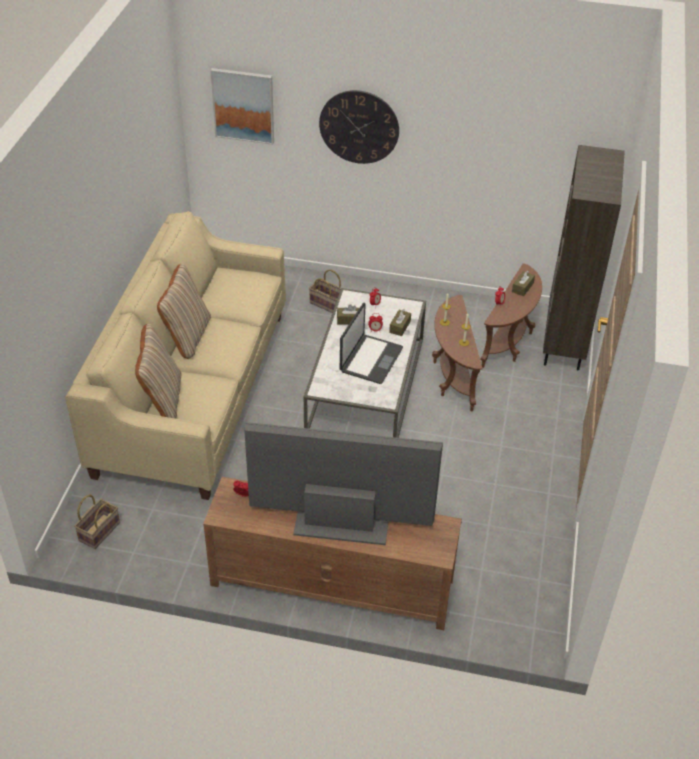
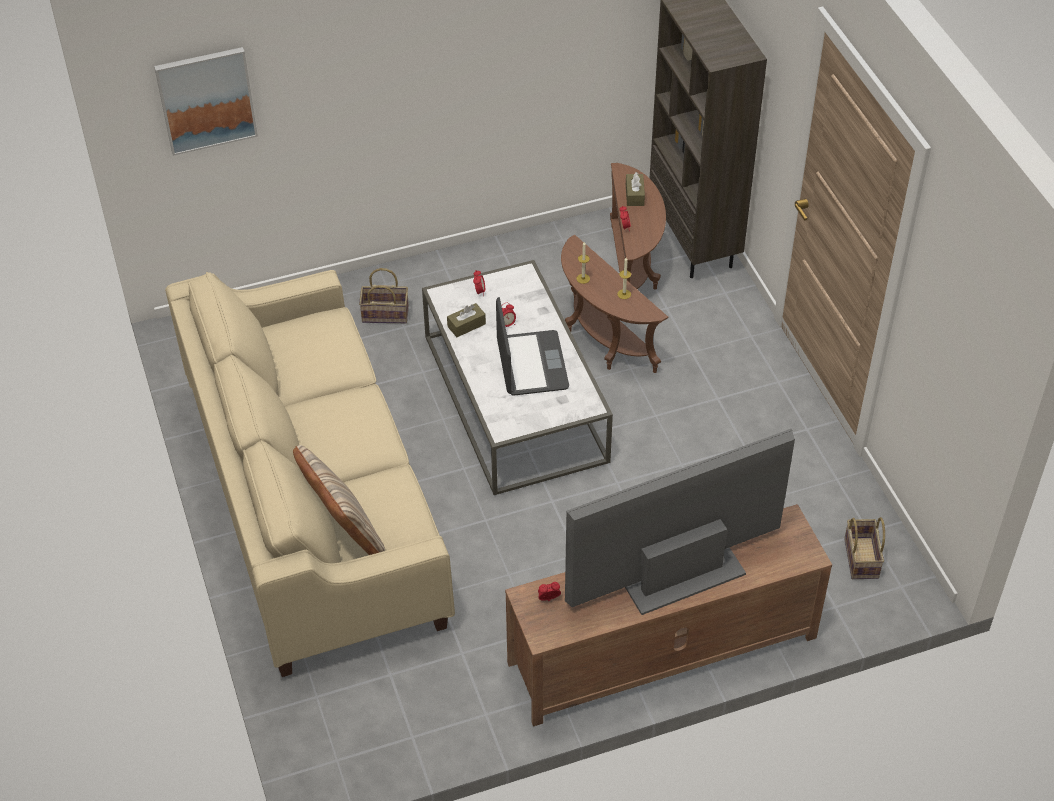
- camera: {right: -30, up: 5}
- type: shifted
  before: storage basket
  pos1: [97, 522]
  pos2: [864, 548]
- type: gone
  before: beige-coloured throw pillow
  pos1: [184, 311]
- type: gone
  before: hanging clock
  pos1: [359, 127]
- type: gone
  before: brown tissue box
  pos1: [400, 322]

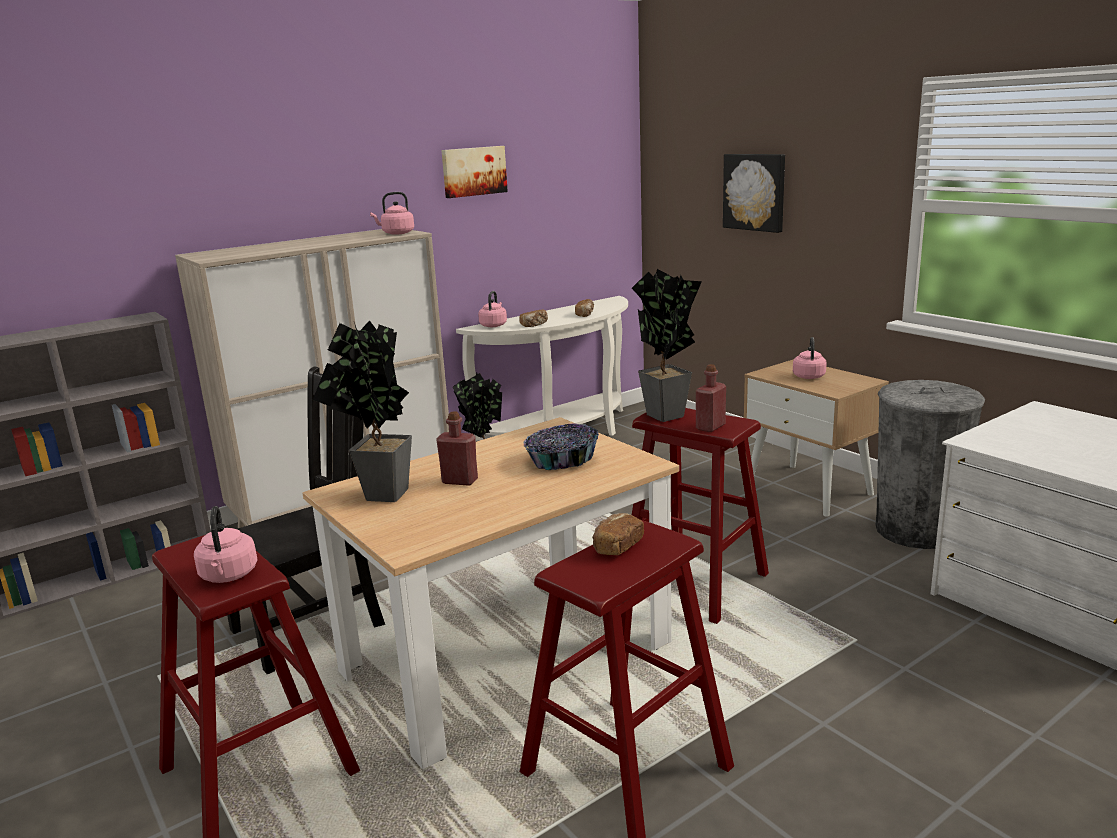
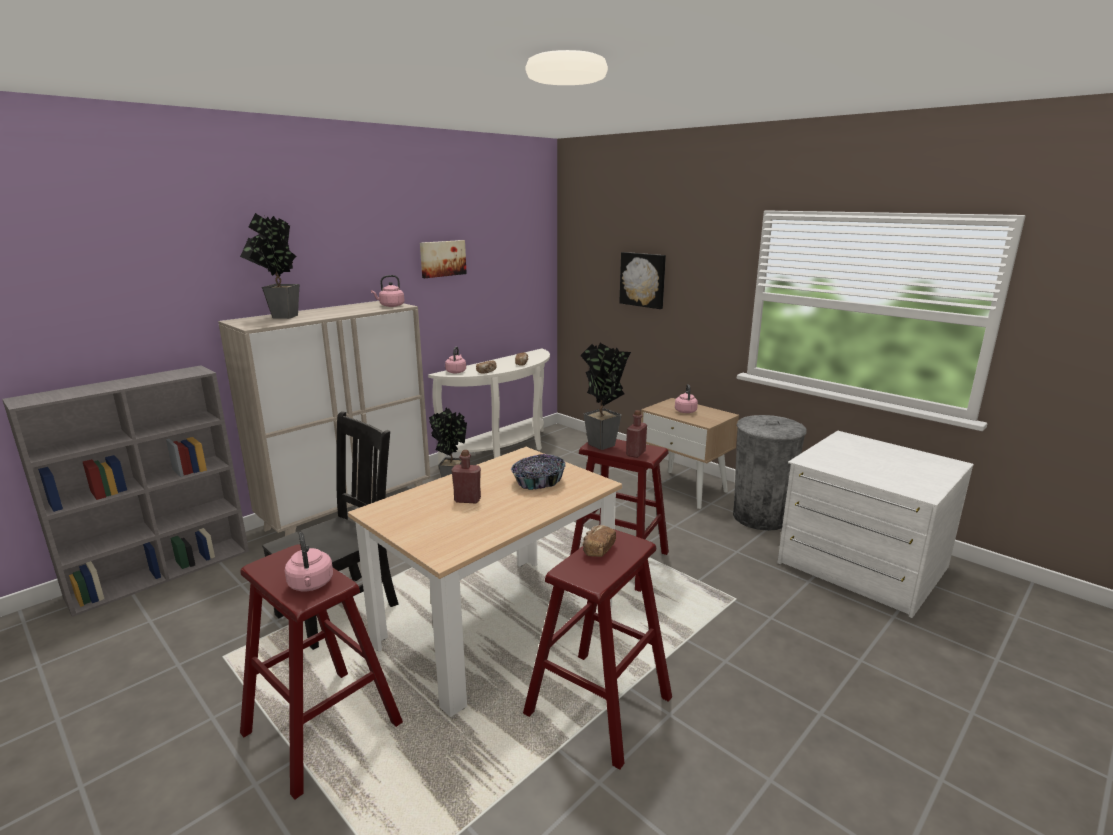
- camera: {right: -10, up: 0}
- type: shifted
  before: potted plant
  pos1: [362, 411]
  pos2: [269, 266]

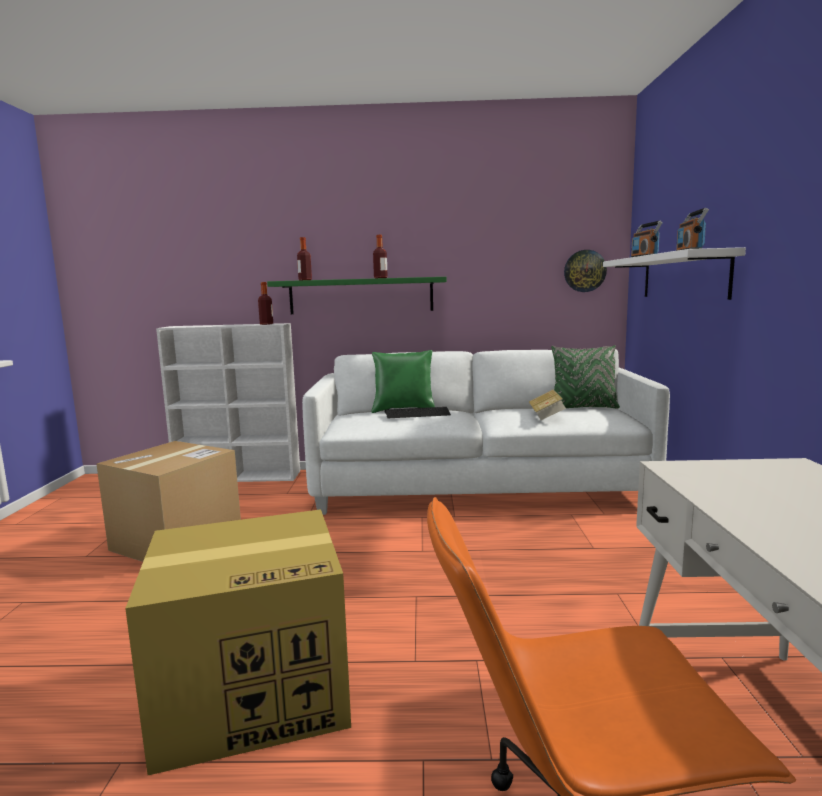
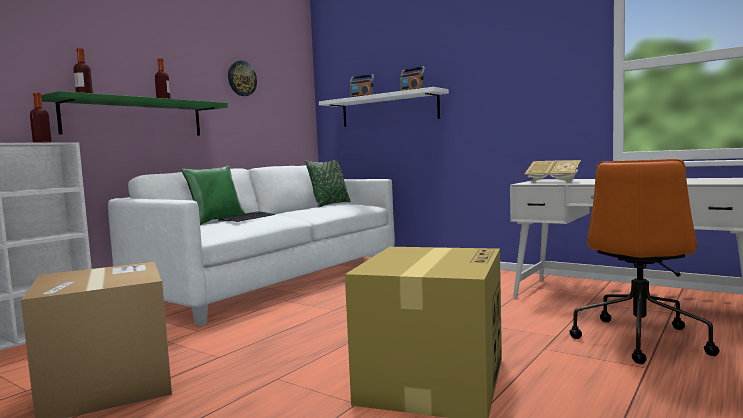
- camera: {right: -55, up: -5}
- type: shifted
  before: hanging clock
  pos1: [585, 271]
  pos2: [242, 78]
- type: shifted
  before: volume
  pos1: [547, 405]
  pos2: [553, 171]

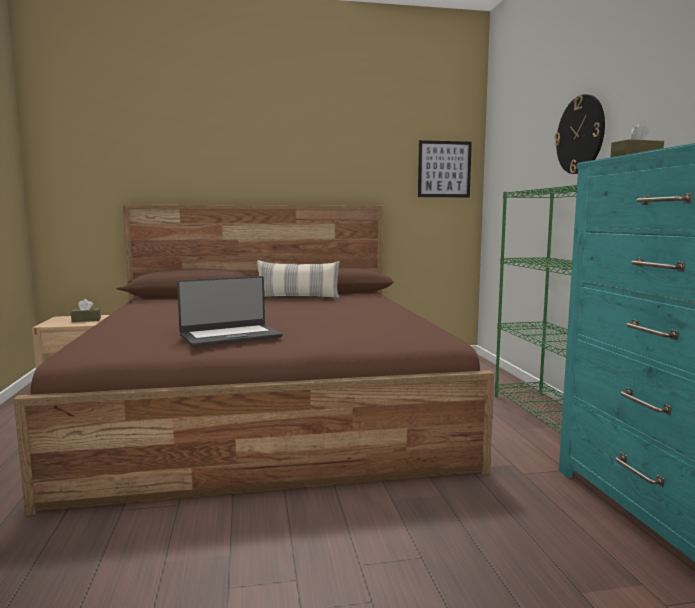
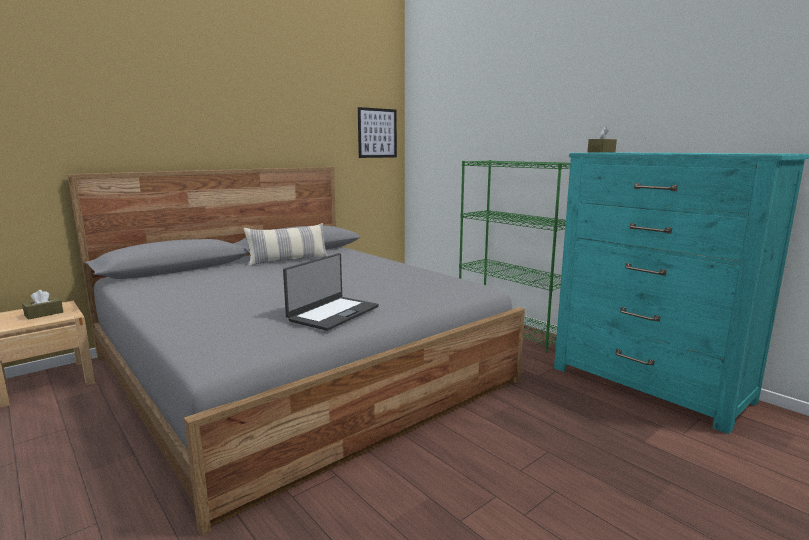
- camera: {right: -30, up: 5}
- type: repainted
  before: brown sleeping bed
  after: grey sleeping bed
  pos1: [254, 360]
  pos2: [296, 351]
- type: gone
  before: hanging clock
  pos1: [579, 134]

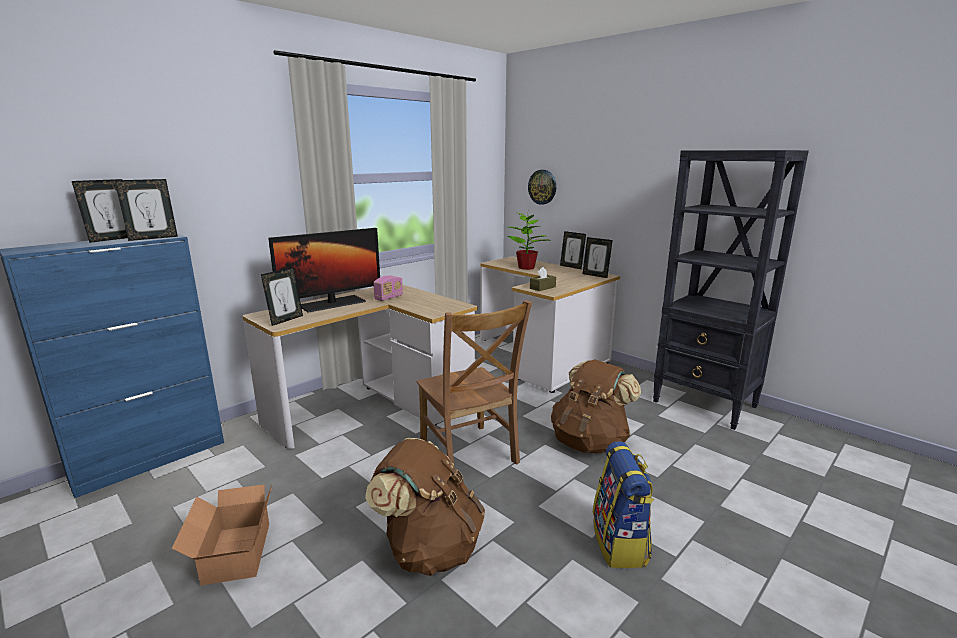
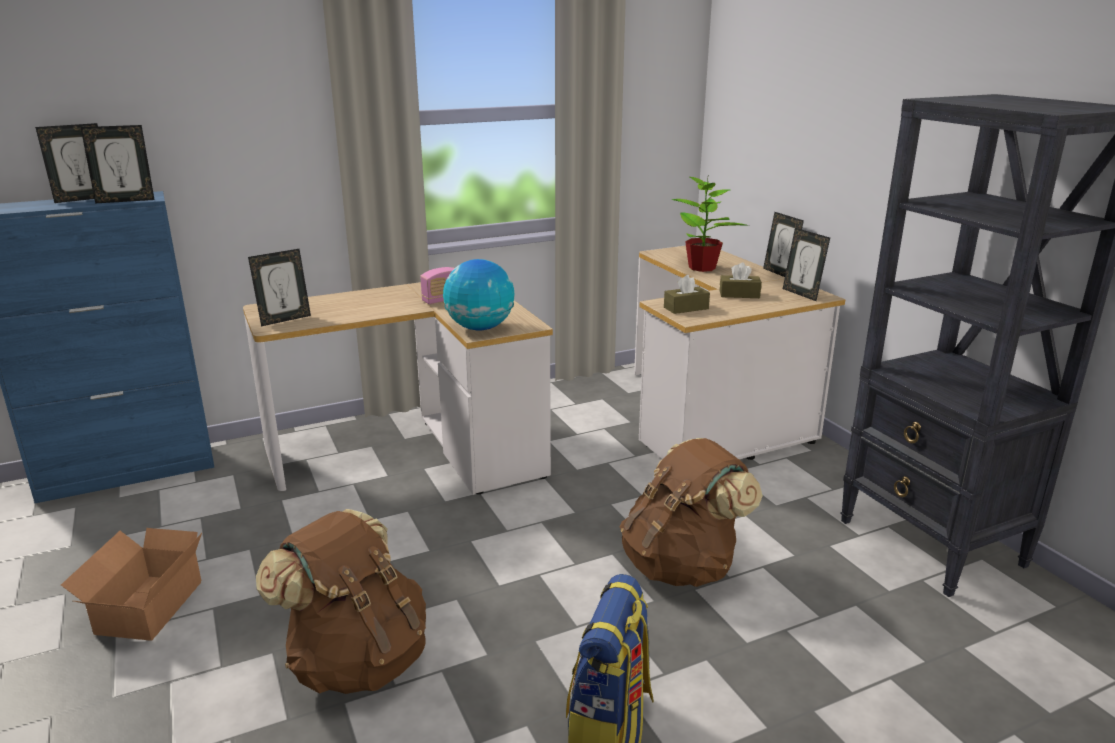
- camera: {right: 20, up: 5}
- type: new
  after: desk globe
  pos2: [478, 295]
- type: new
  after: brown tissue box
  pos2: [741, 280]
- type: gone
  before: computer screen
  pos1: [324, 270]
- type: gone
  before: brown upright chair
  pos1: [474, 382]
- type: gone
  before: hanging clock
  pos1: [542, 187]

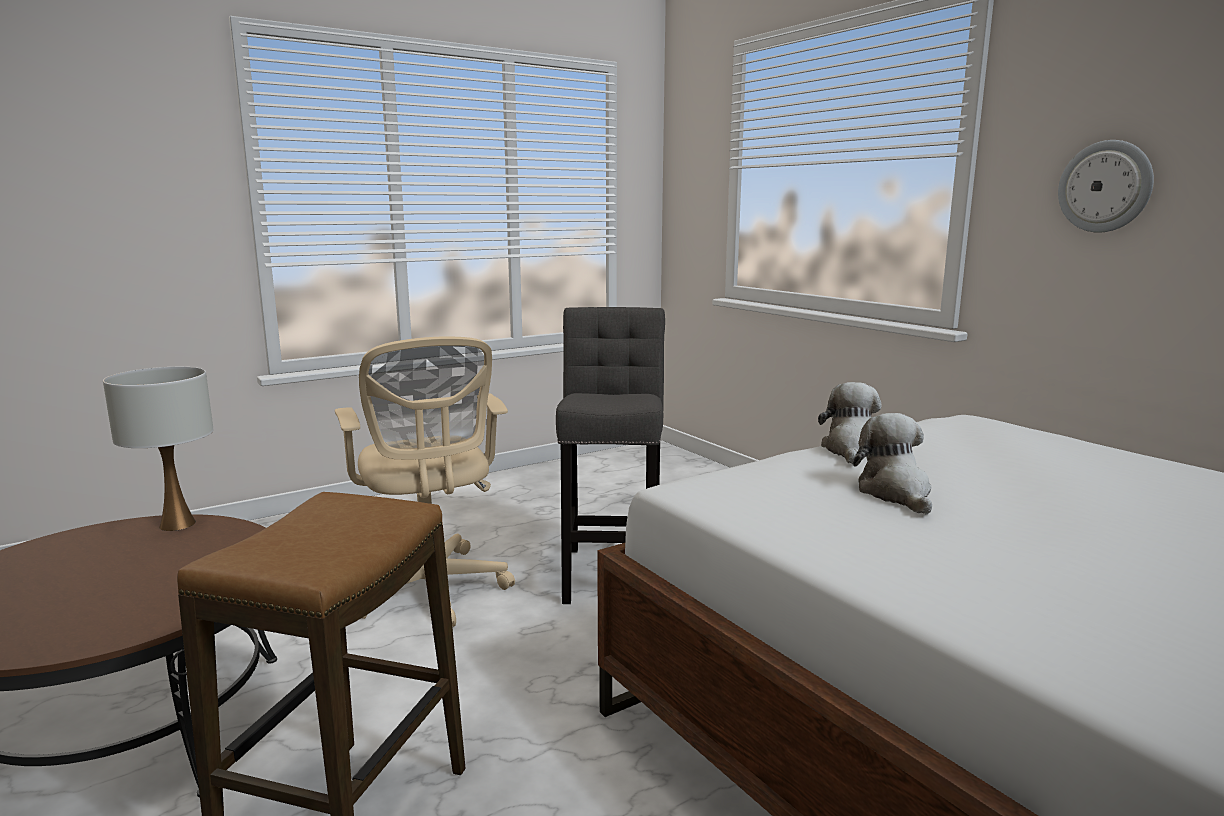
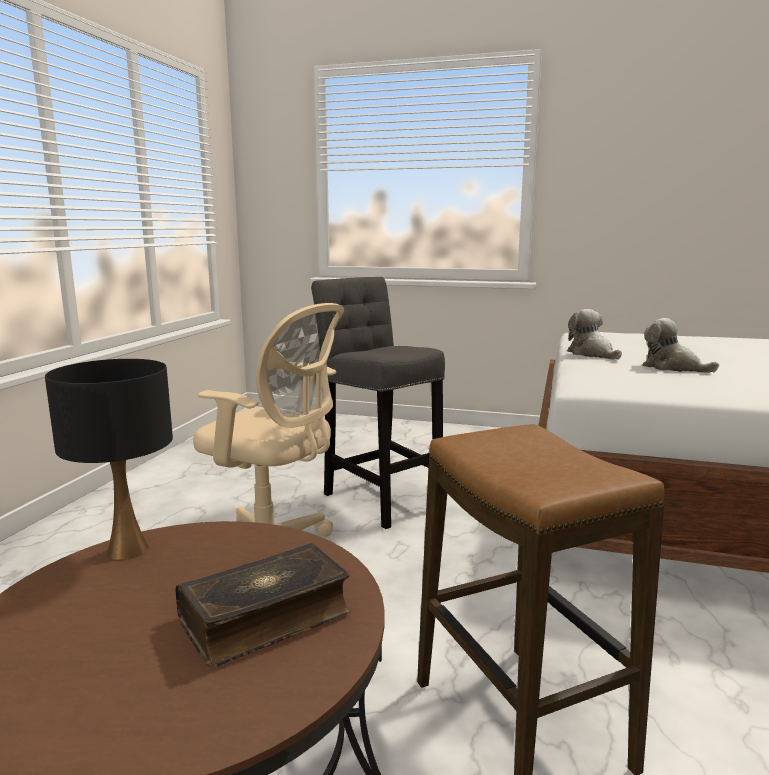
- camera: {right: -40, up: 0}
- type: repainted
  before: whitish tabletop lamp
  after: blackish tabletop lamp
  pos1: [158, 449]
  pos2: [109, 459]
- type: new
  after: volume
  pos2: [263, 605]
- type: gone
  before: hanging clock
  pos1: [1106, 186]

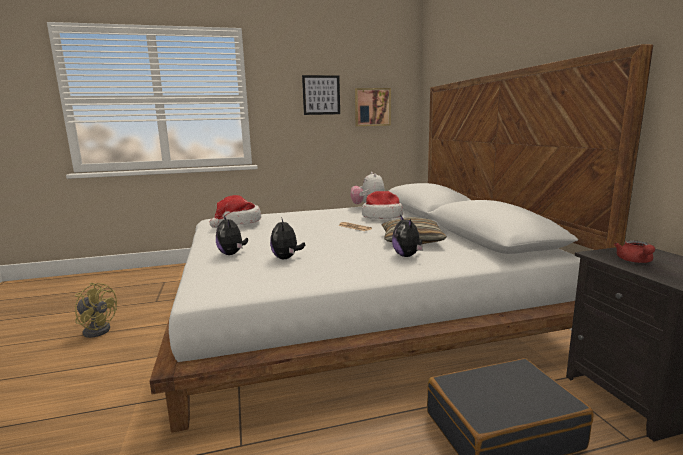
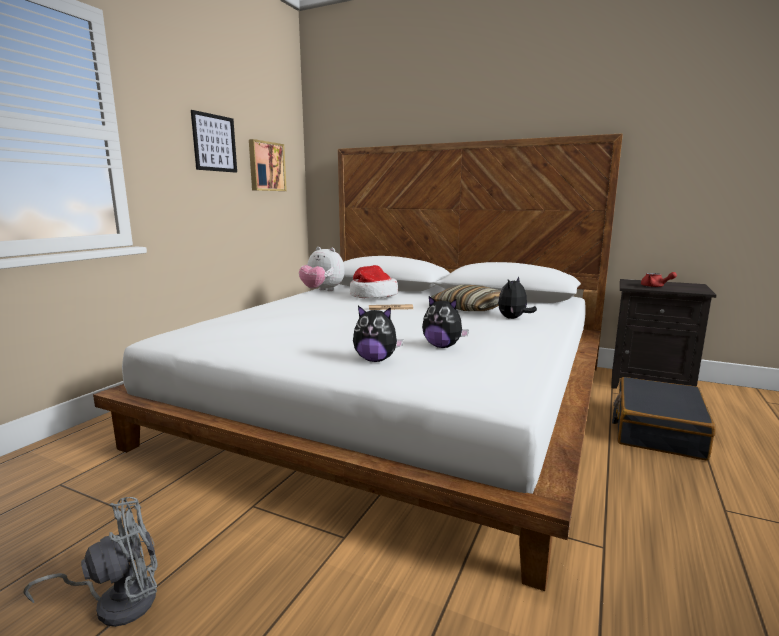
- camera: {right: -50, up: 0}
- type: repainted
  before: yellowish cooling fan
  after: grey cooling fan
  pos1: [96, 310]
  pos2: [90, 562]
- type: rotated
  before: soft toy
  pos1: [407, 236]
  pos2: [517, 297]
  turn: 105
- type: gone
  before: wearable hat
  pos1: [235, 211]

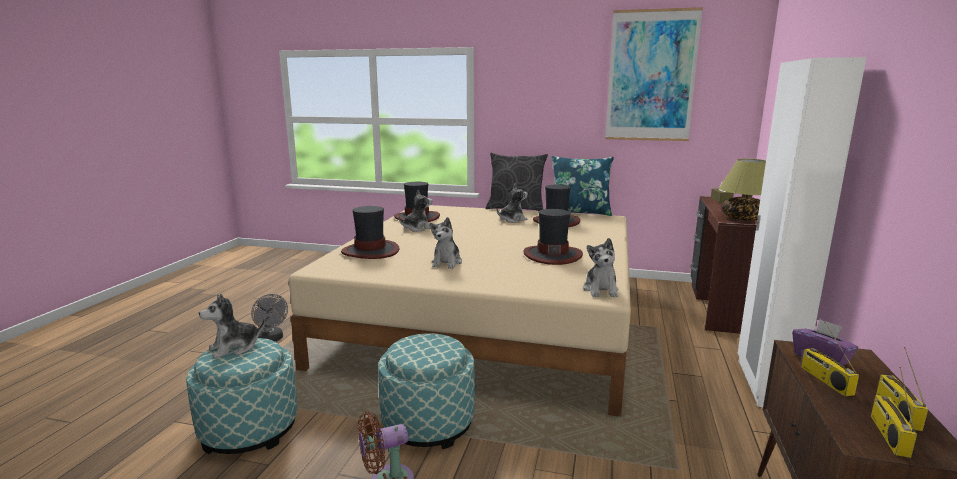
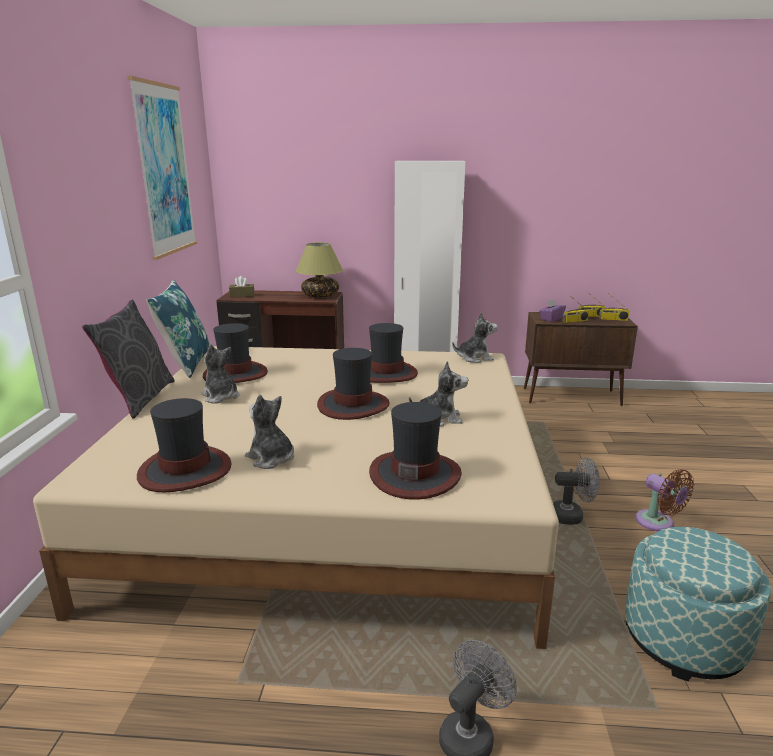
- camera: {right: -100, up: 5}
- type: new
  after: wearable hat
  pos2: [353, 384]
- type: swapped
  before: footrest
  after: grey cooling fan
  pos1: [426, 391]
  pos2: [576, 491]
- type: gone
  before: soft toy
  pos1: [232, 326]

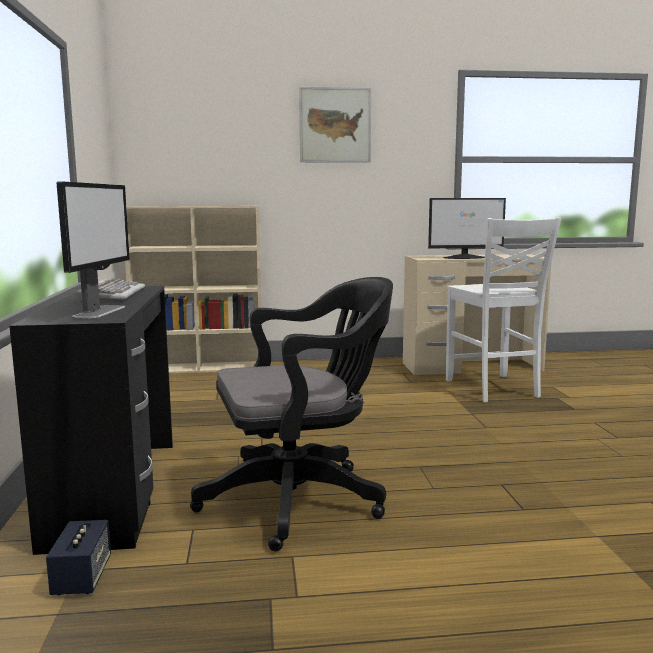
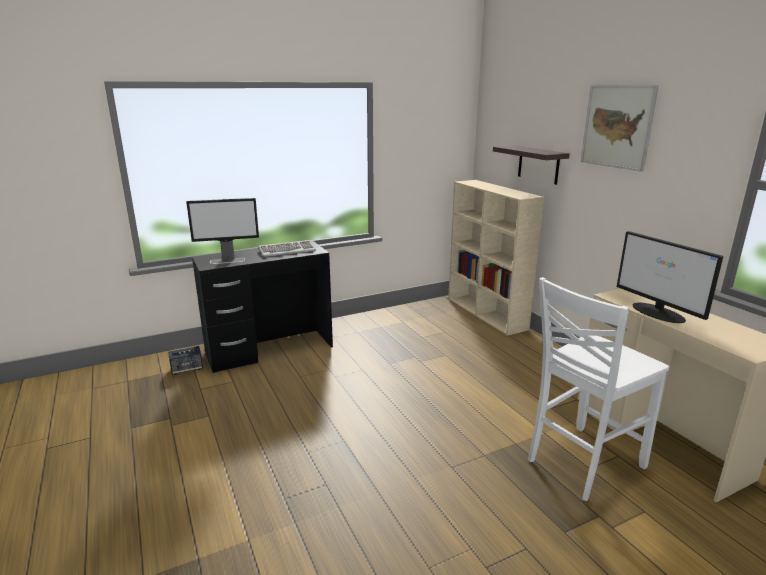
- camera: {right: 70, up: 10}
- type: new
  after: shelf
  pos2: [531, 165]
- type: gone
  before: blackish computer chair
  pos1: [291, 414]

